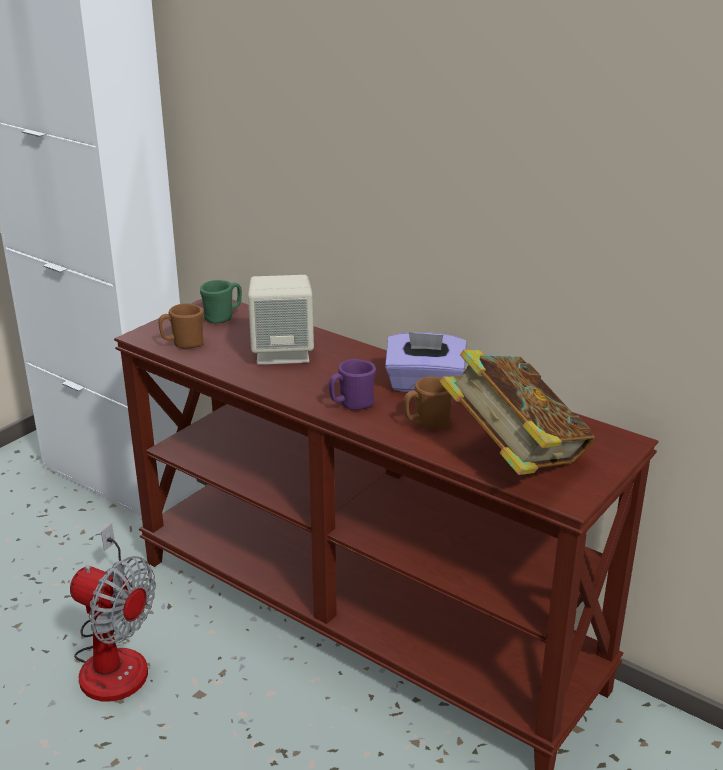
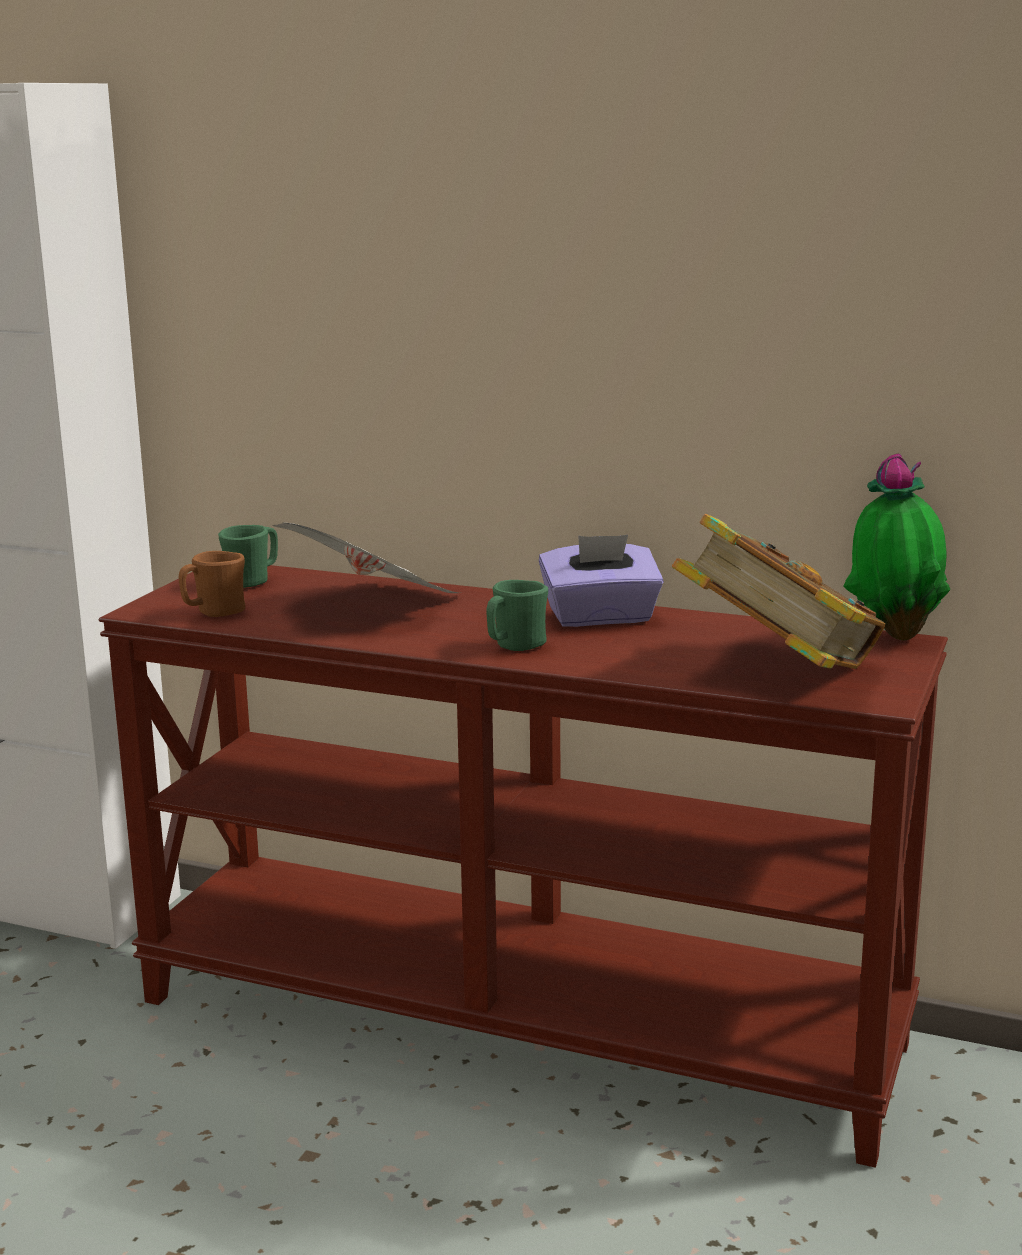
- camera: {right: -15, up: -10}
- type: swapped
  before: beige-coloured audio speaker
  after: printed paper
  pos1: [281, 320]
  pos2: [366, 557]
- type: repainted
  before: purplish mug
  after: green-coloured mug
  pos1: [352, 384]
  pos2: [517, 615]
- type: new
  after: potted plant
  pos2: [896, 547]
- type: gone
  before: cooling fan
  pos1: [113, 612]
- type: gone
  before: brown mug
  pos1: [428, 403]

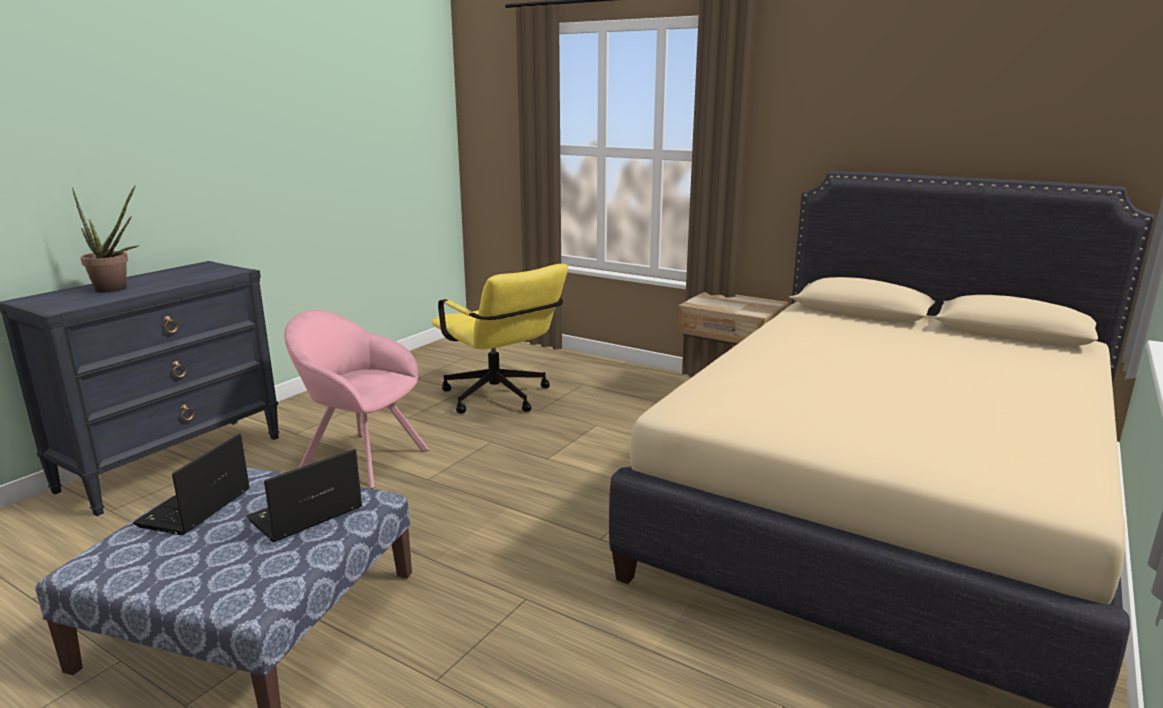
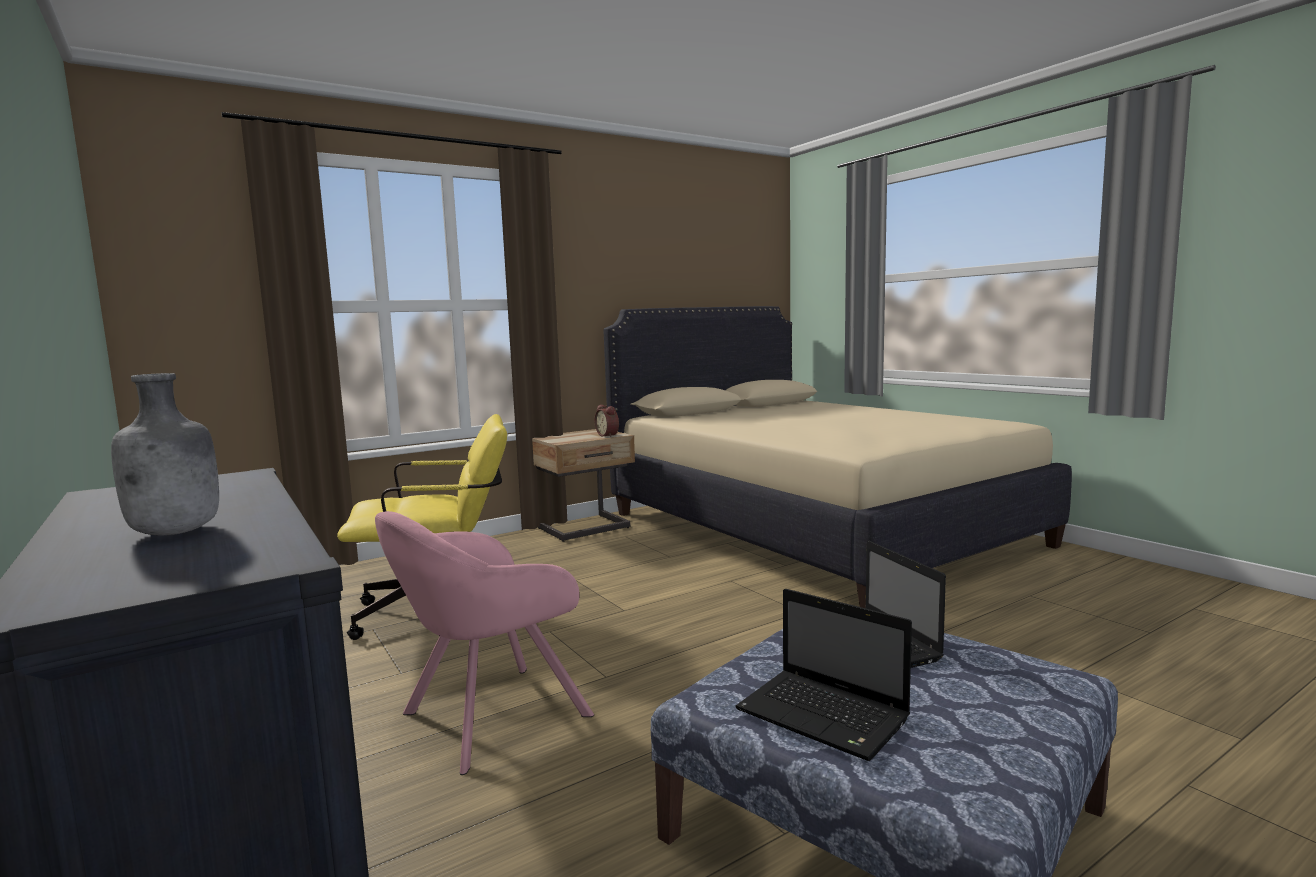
- camera: {right: -65, up: -10}
- type: swapped
  before: potted plant
  after: grey bottle
  pos1: [105, 239]
  pos2: [165, 454]
- type: new
  after: alarm clock
  pos2: [607, 421]

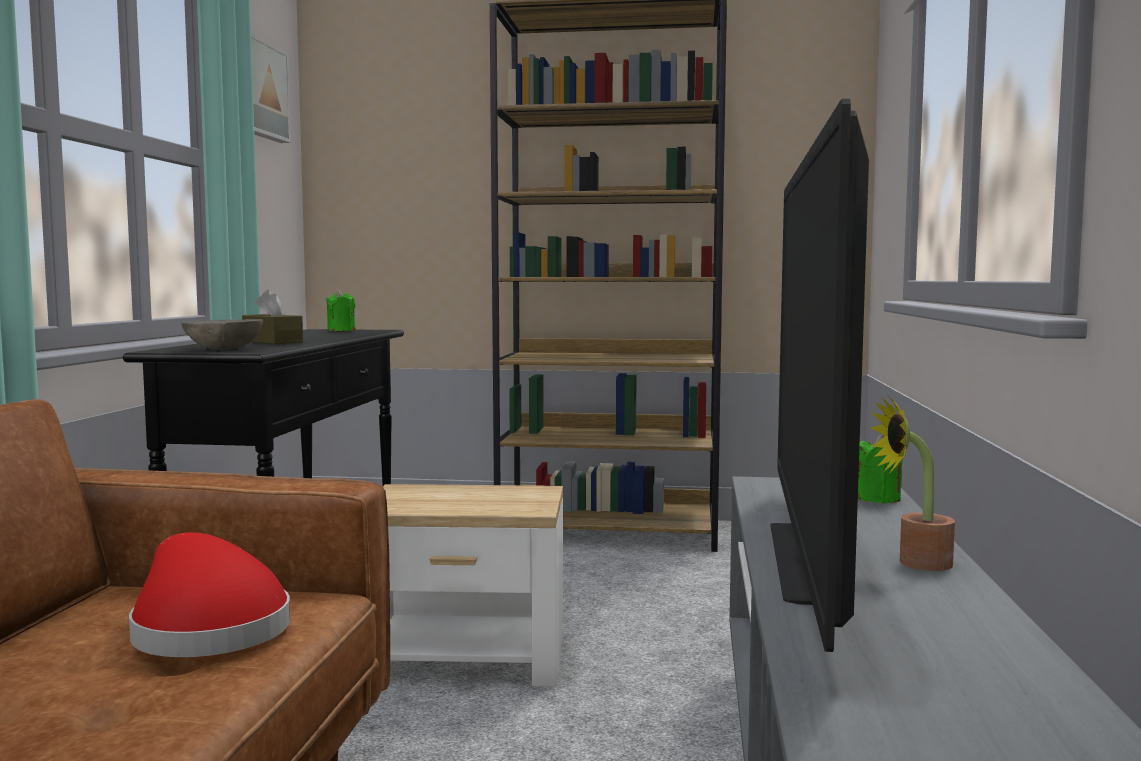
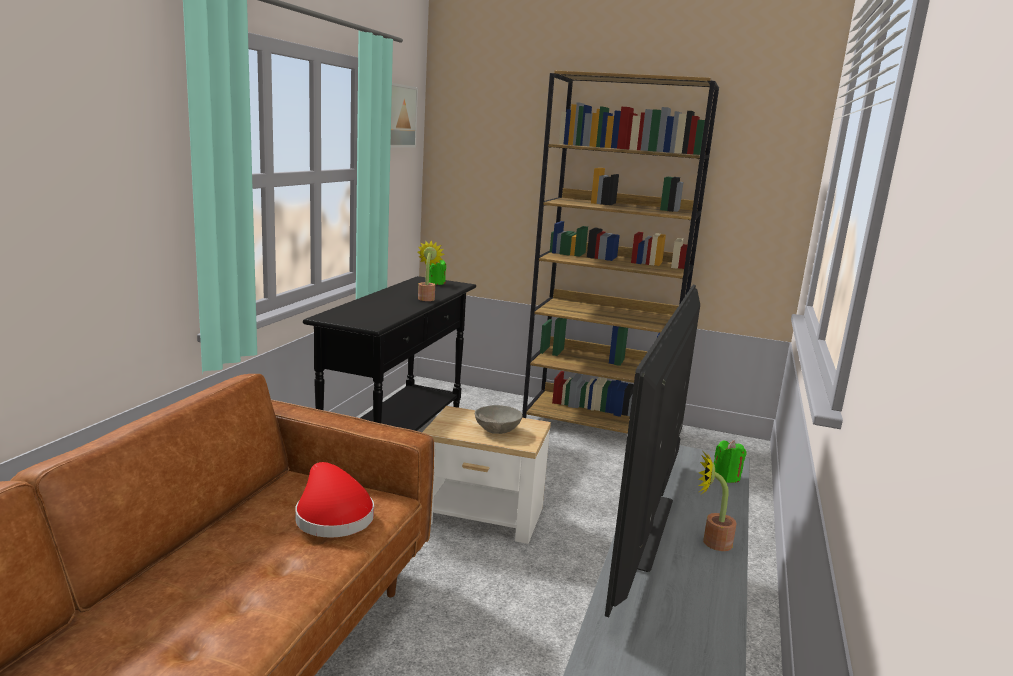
- camera: {right: 10, up: 10}
- type: new
  after: potted plant
  pos2: [431, 270]
- type: shifted
  before: grey bowl
  pos1: [222, 334]
  pos2: [499, 419]
- type: gone
  before: brown tissue box
  pos1: [272, 317]

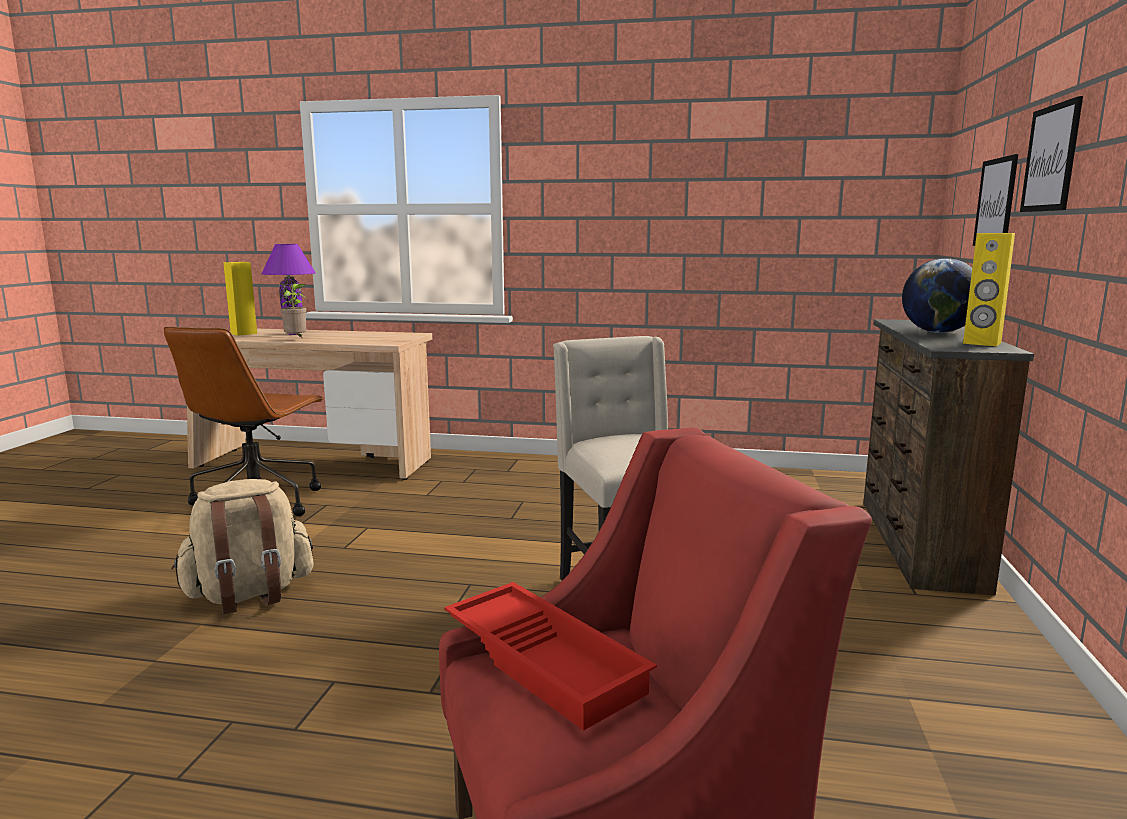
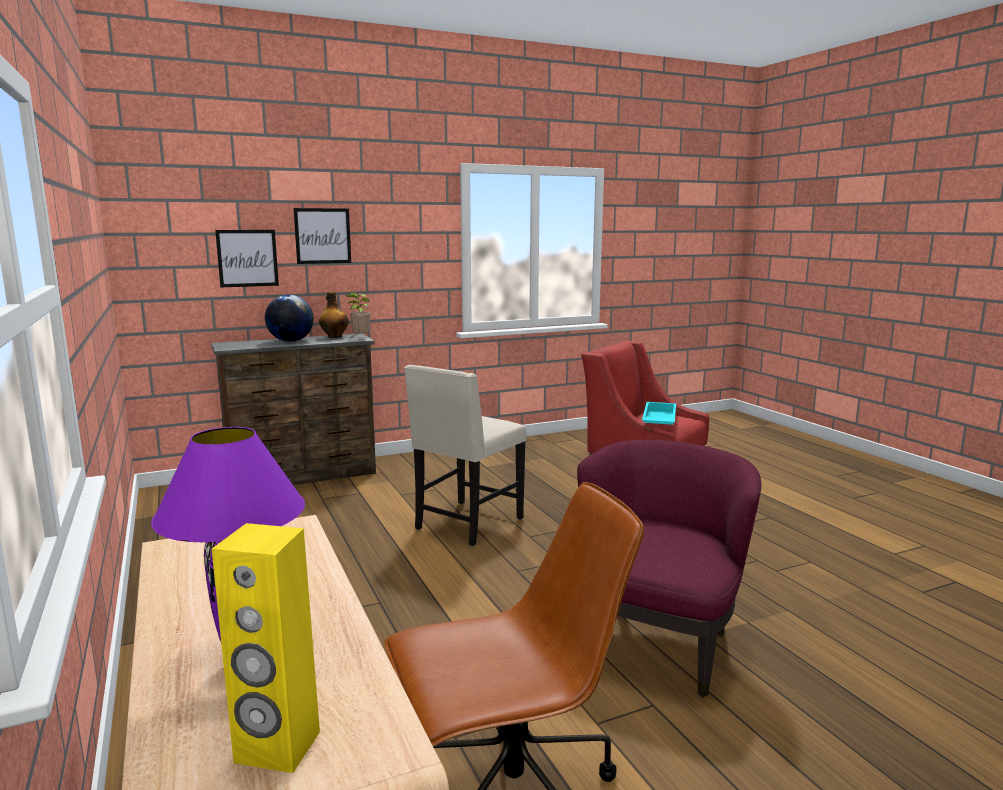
- camera: {right: -125, up: 0}
- type: swapped
  before: yellowish audio speaker
  after: bottle
  pos1: [989, 289]
  pos2: [334, 315]
- type: shifted
  before: potted plant
  pos1: [293, 311]
  pos2: [357, 316]
- type: swapped
  before: beige-coloured backpack
  after: purplish easy chair
  pos1: [242, 546]
  pos2: [669, 568]
- type: repainted
  before: red carrying tray
  after: blue-green carrying tray
  pos1: [550, 656]
  pos2: [659, 413]

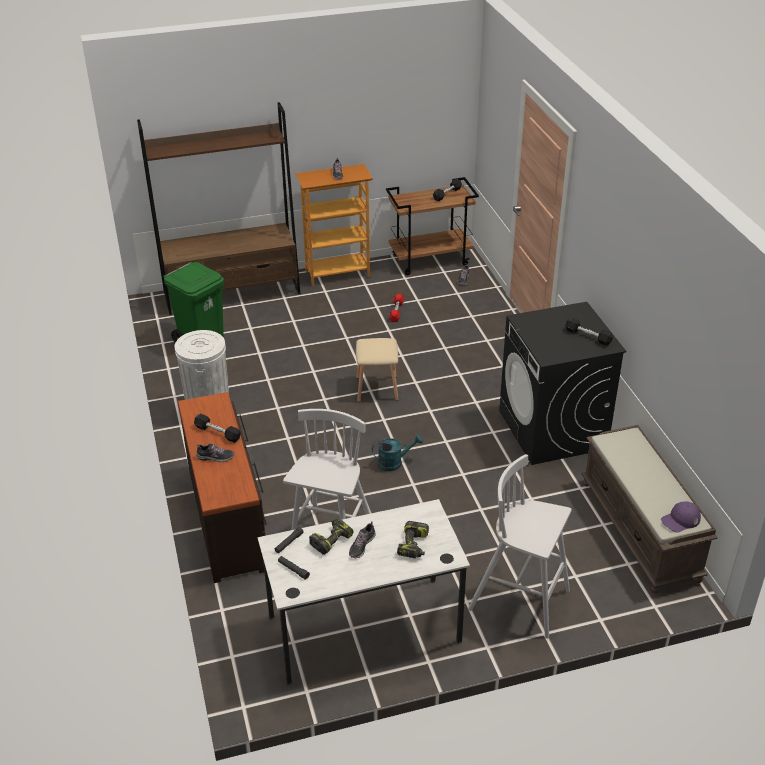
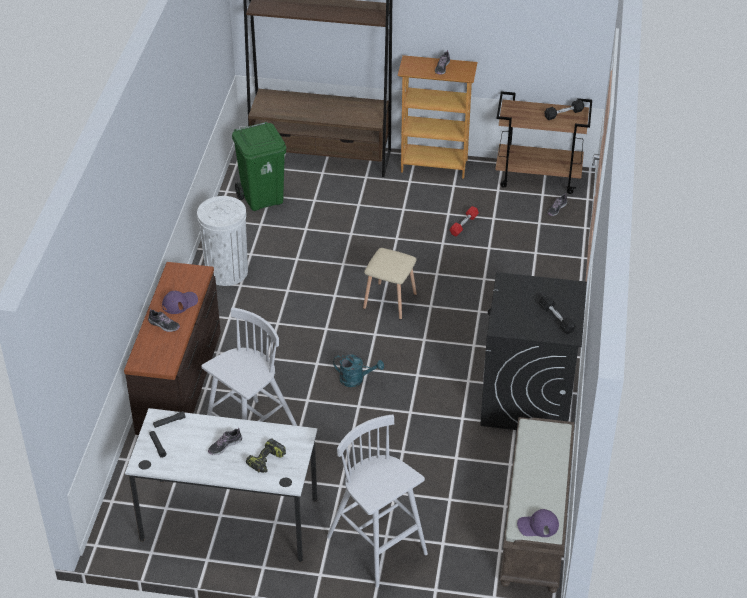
- camera: {right: 25, up: 5}
- type: swapped
  before: blackish dumbbell
  after: purplish baseball cap
  pos1: [217, 428]
  pos2: [180, 302]
- type: gone
  before: drill
  pos1: [331, 537]

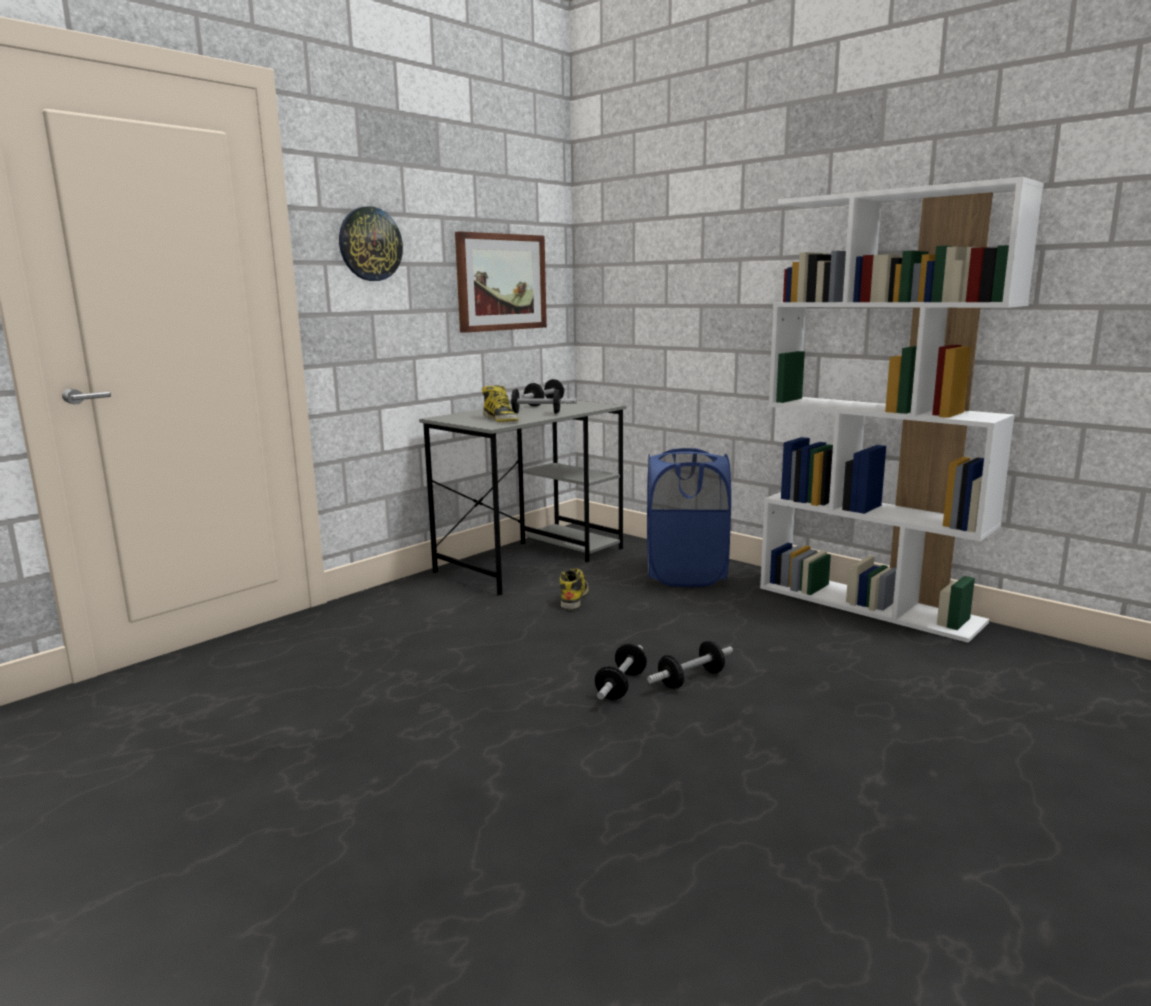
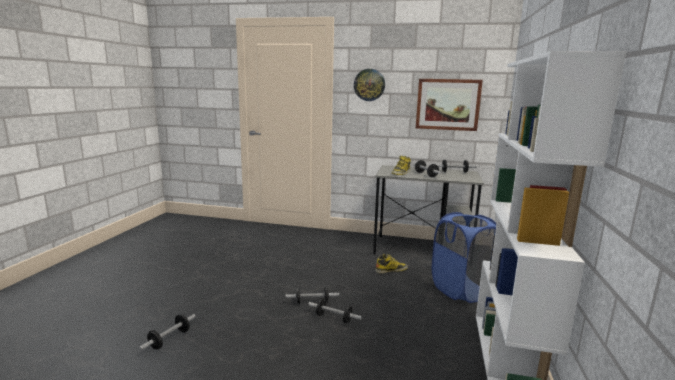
- camera: {right: 60, up: 0}
- type: new
  after: dumbbell
  pos2: [167, 332]

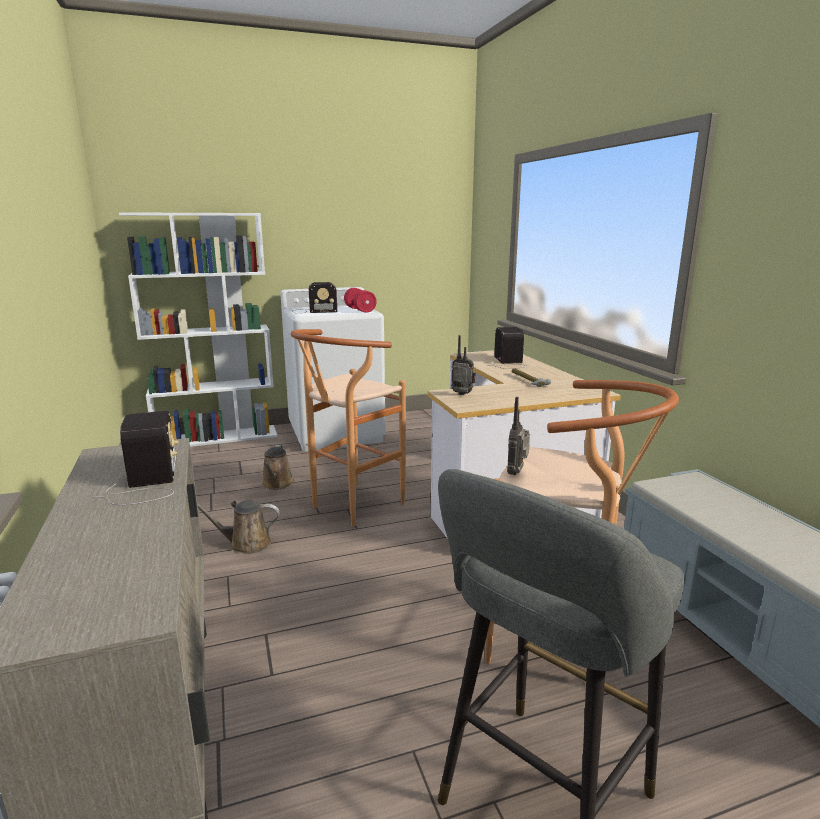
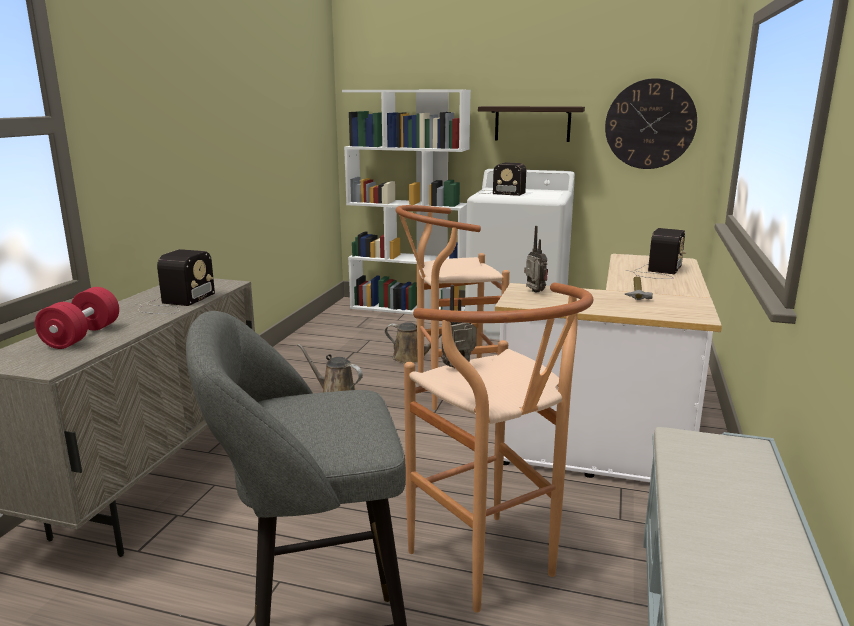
- camera: {right: 35, up: 0}
- type: shifted
  before: red dumbbell
  pos1: [360, 300]
  pos2: [77, 318]
- type: rotated
  before: brown watering can
  pos1: [277, 467]
  pos2: [413, 343]
  turn: -105
- type: new
  after: shelf
  pos2: [531, 124]
- type: new
  after: hanging clock
  pos2: [651, 123]

